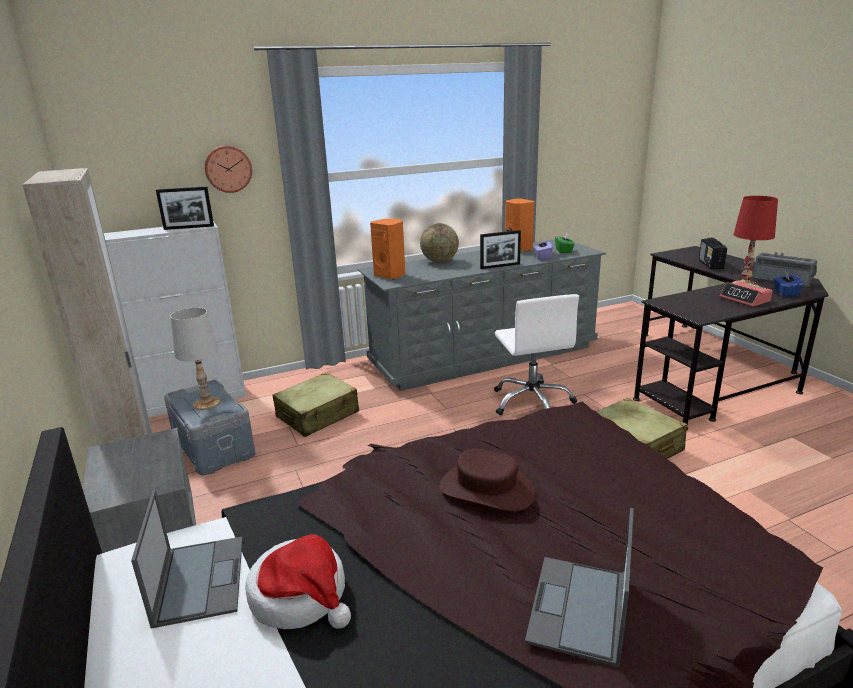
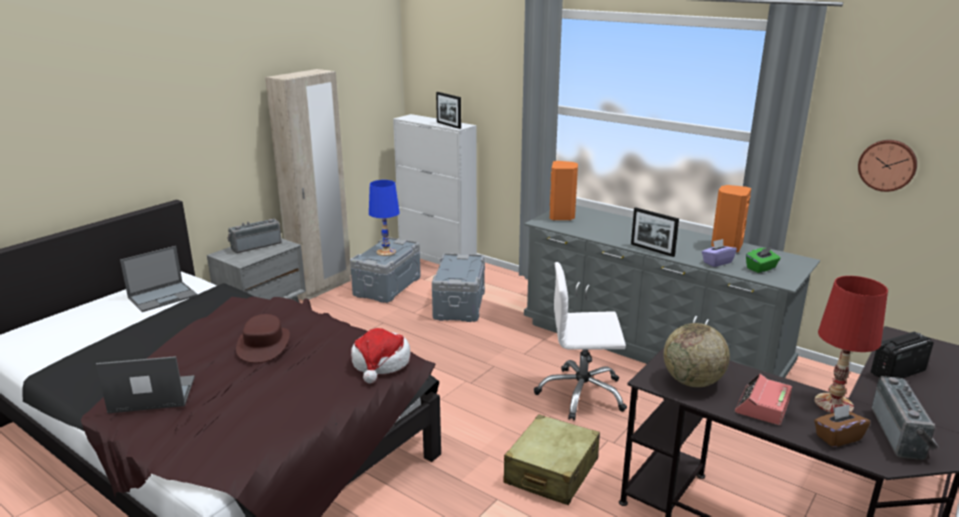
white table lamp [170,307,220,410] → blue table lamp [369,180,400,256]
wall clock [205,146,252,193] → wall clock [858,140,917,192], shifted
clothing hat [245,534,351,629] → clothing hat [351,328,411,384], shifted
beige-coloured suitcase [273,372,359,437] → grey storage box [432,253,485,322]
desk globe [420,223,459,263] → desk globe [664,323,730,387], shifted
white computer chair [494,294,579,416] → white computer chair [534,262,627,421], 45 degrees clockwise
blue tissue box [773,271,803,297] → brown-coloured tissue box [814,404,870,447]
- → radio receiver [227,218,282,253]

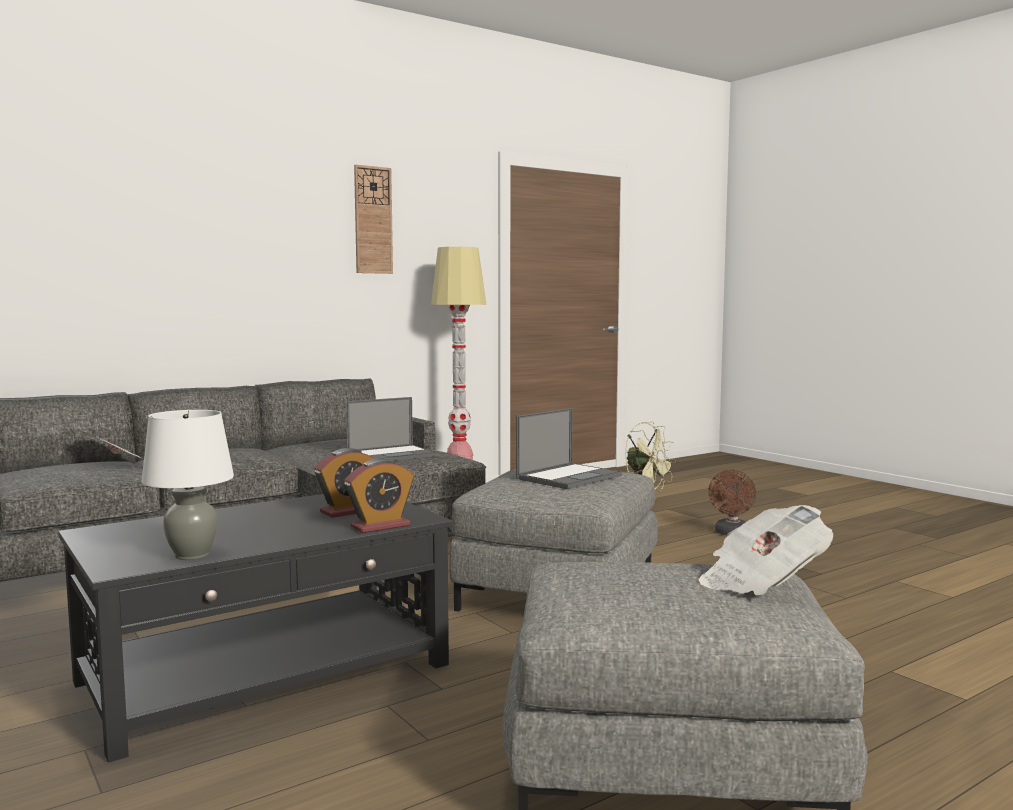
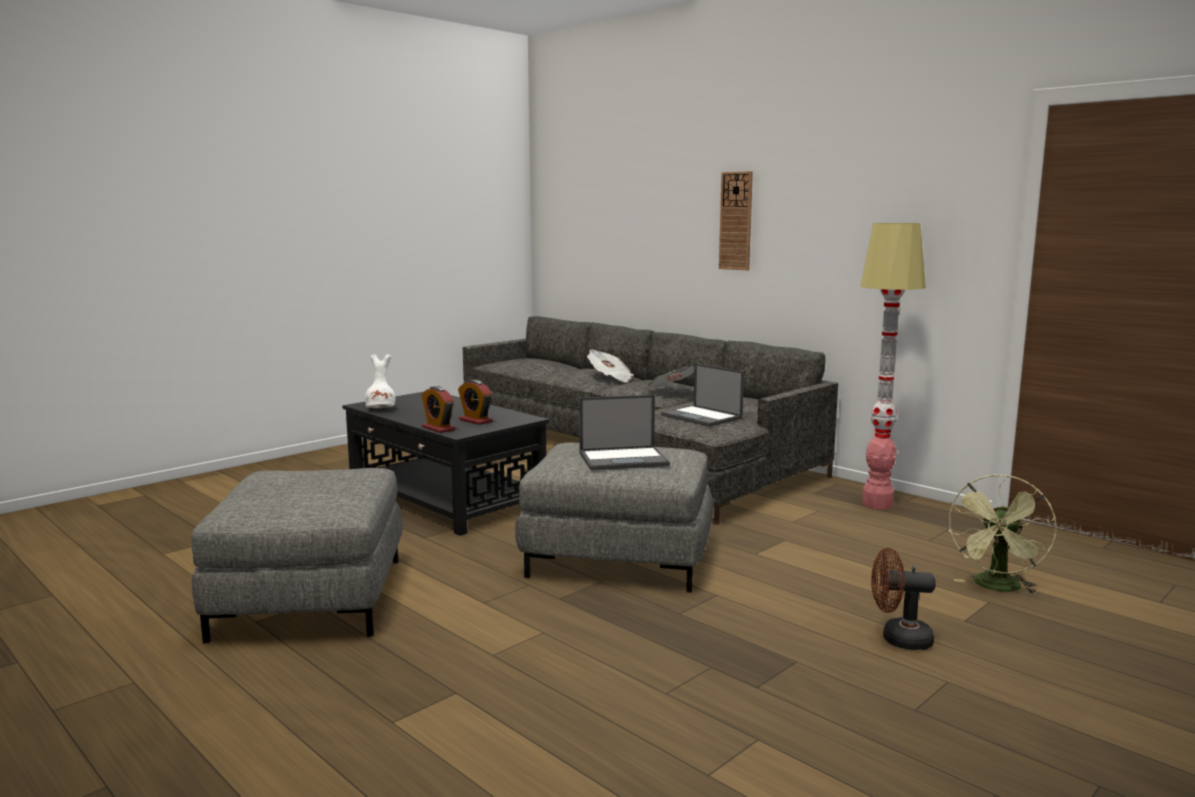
white table lamp [141,410,234,560] → white flower vase [365,354,396,408]
wall clock [354,165,393,274] → wall clock [719,171,753,271], shifted
notebook computer [516,408,622,489] → notebook computer [579,395,670,470], 45 degrees counterclockwise
daily paper [699,505,833,595] → daily paper [646,365,694,388], shifted

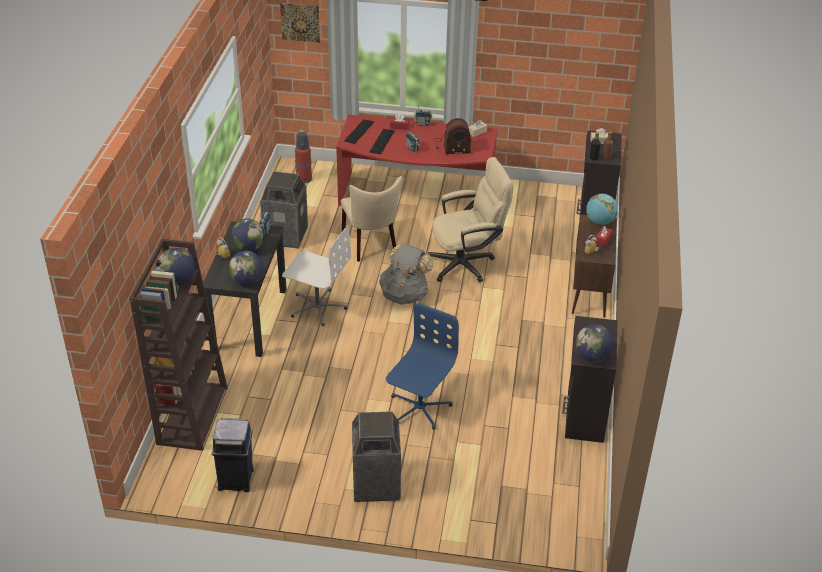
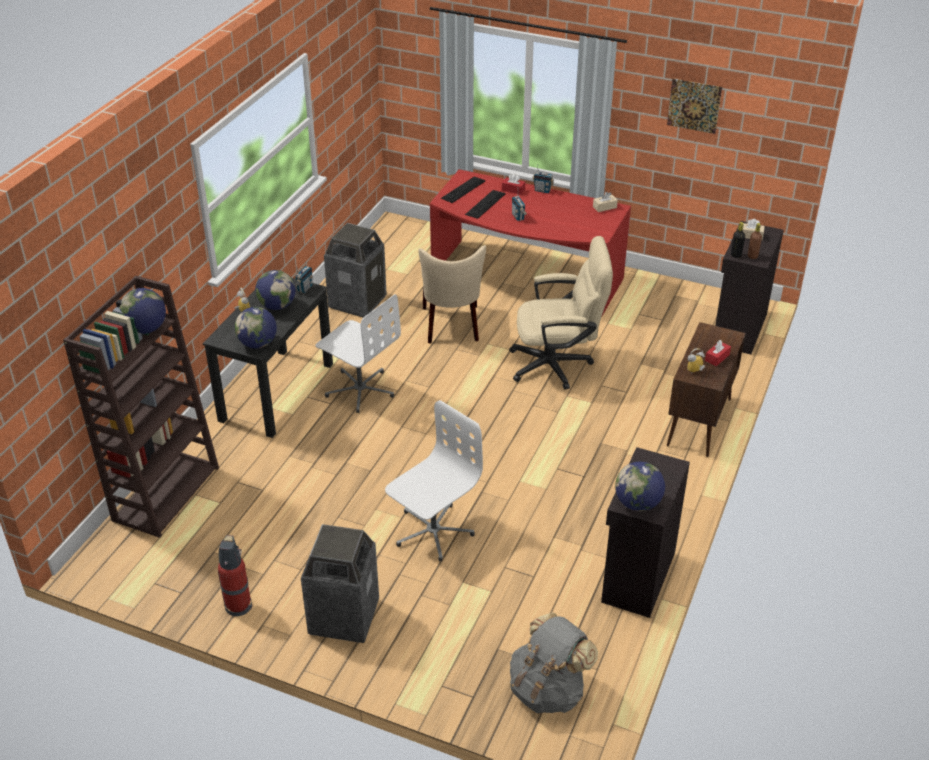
blue rubbish bin [212,418,254,492] → -
wall picture [280,3,320,43] → wall picture [667,78,722,134], shifted
extinguisher [295,130,313,183] → extinguisher [218,535,253,616], shifted
grey backpack [379,244,434,305] → grey backpack [510,612,598,714], shifted
blue computer chair [386,303,459,430] → white computer chair [385,400,483,562]
radio receiver [433,118,471,154] → -
desk globe [586,194,618,225] → -

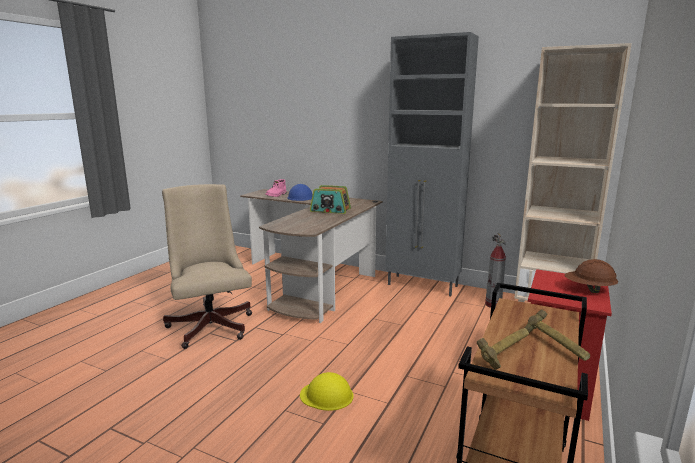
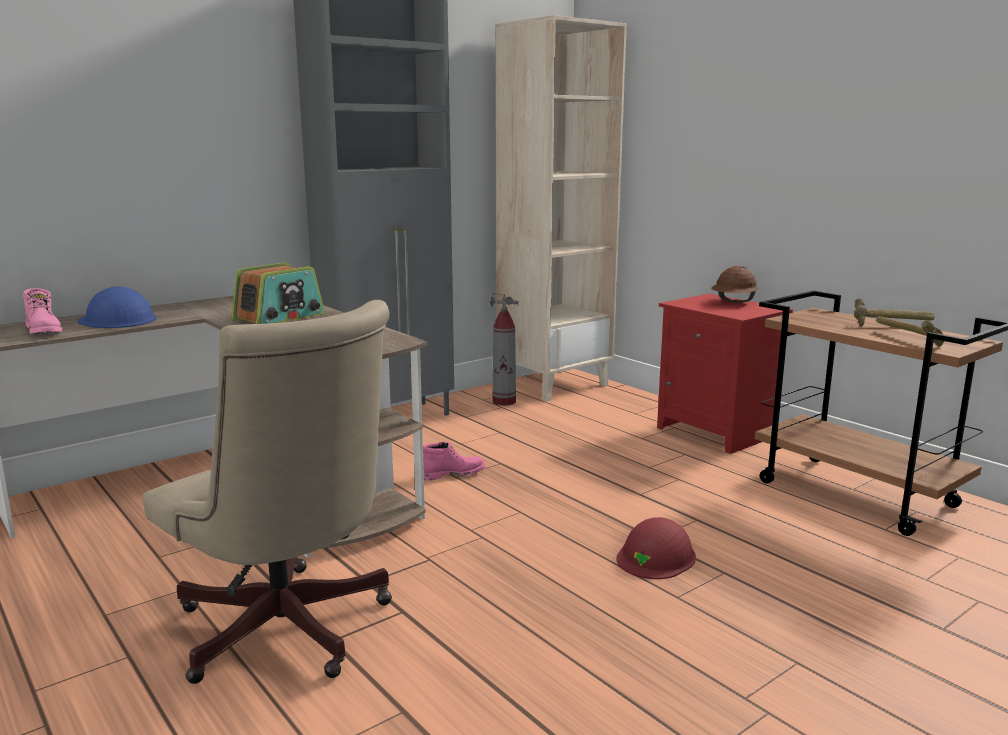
beige-coloured computer chair [162,184,252,349] → beige-coloured computer chair [142,300,392,684], 135 degrees counterclockwise
yellow hard hat [300,372,354,411] → red hard hat [616,517,696,579]
- → pinkish tall boot [423,442,486,480]

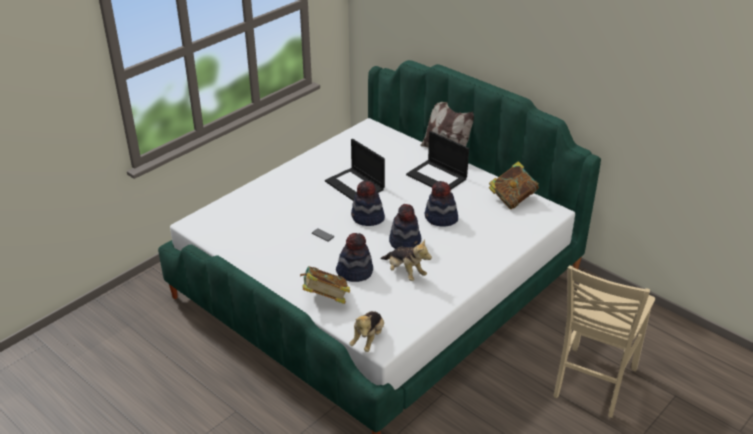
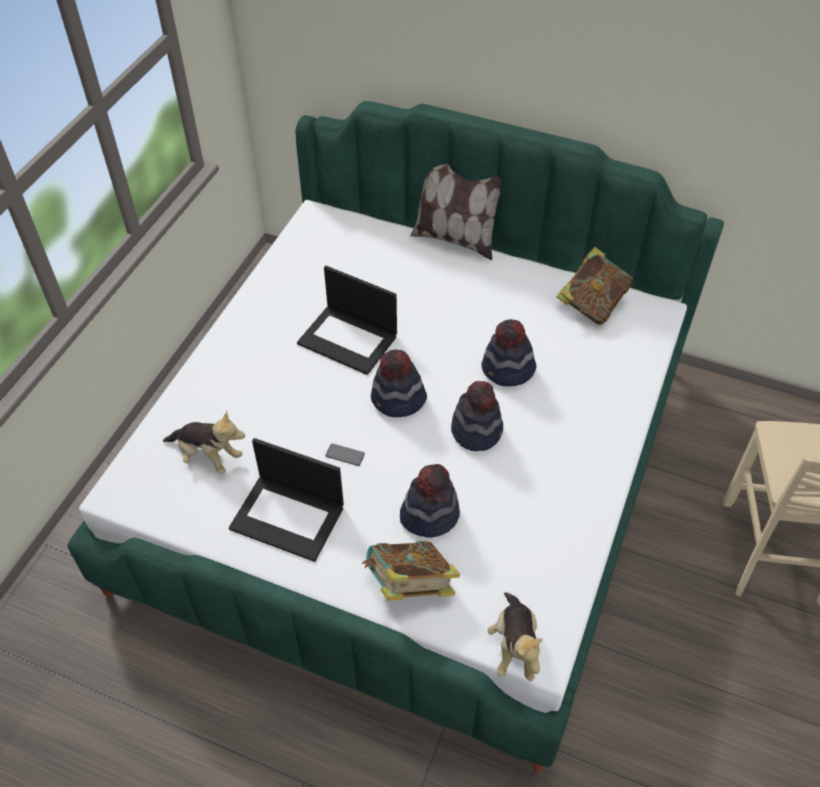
plush toy [380,240,432,281] → plush toy [163,411,245,474], shifted
notebook computer [406,131,469,190] → notebook computer [229,438,344,562], shifted

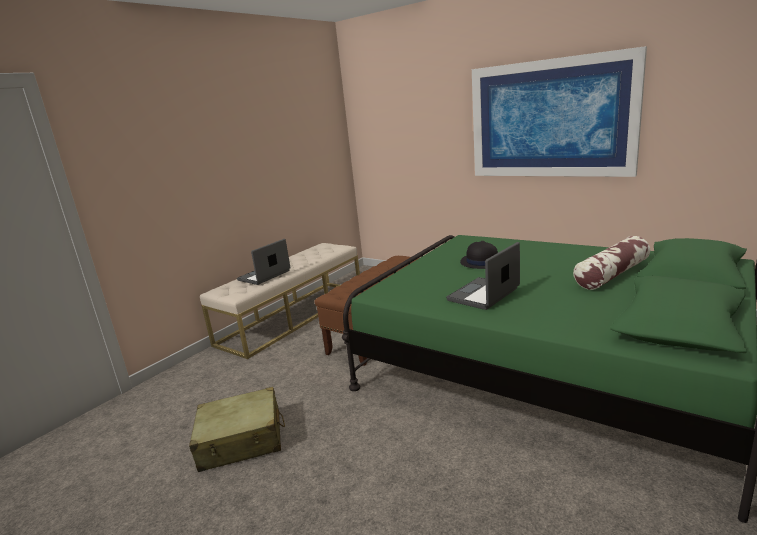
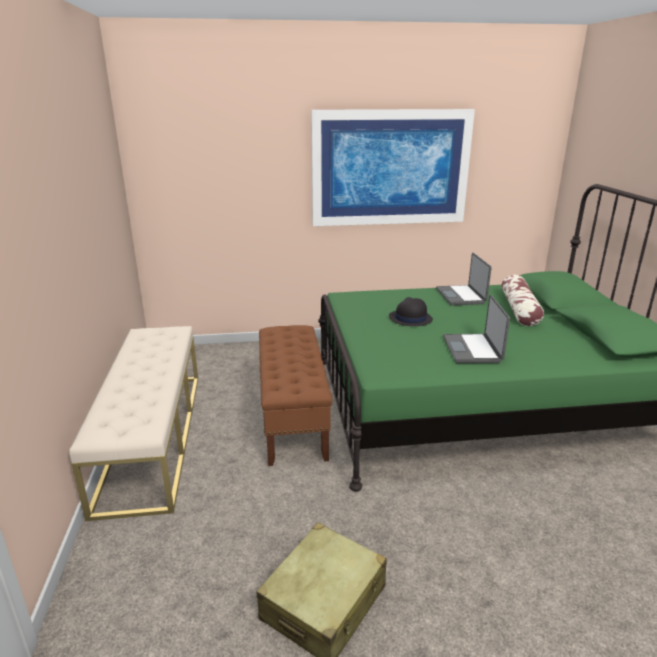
notebook computer [237,239,290,285] → notebook computer [436,253,492,306], shifted

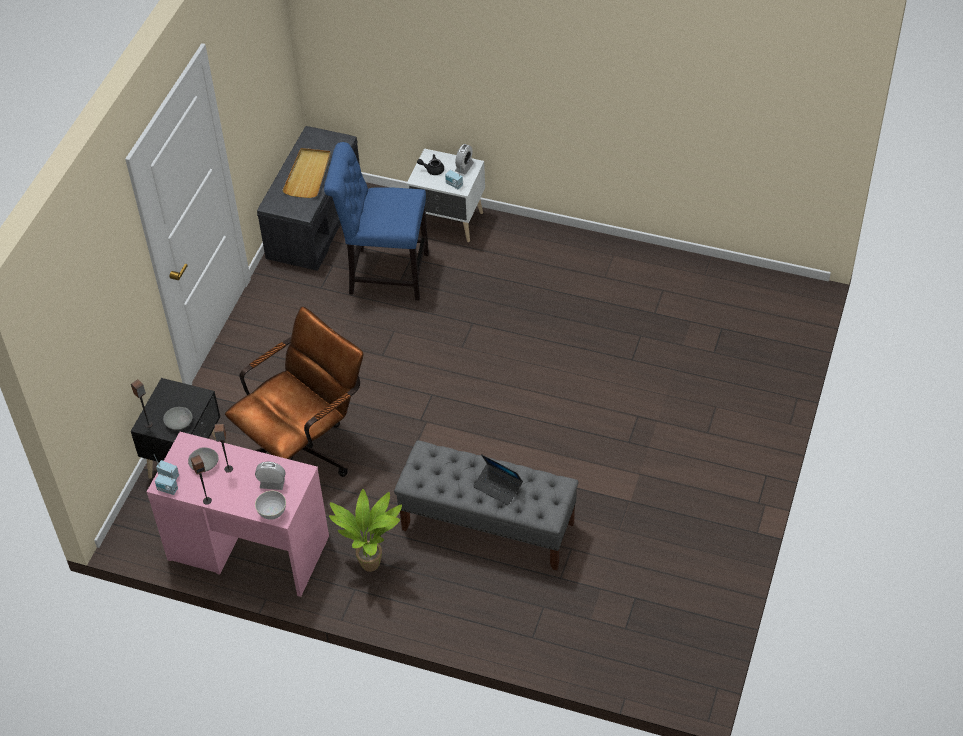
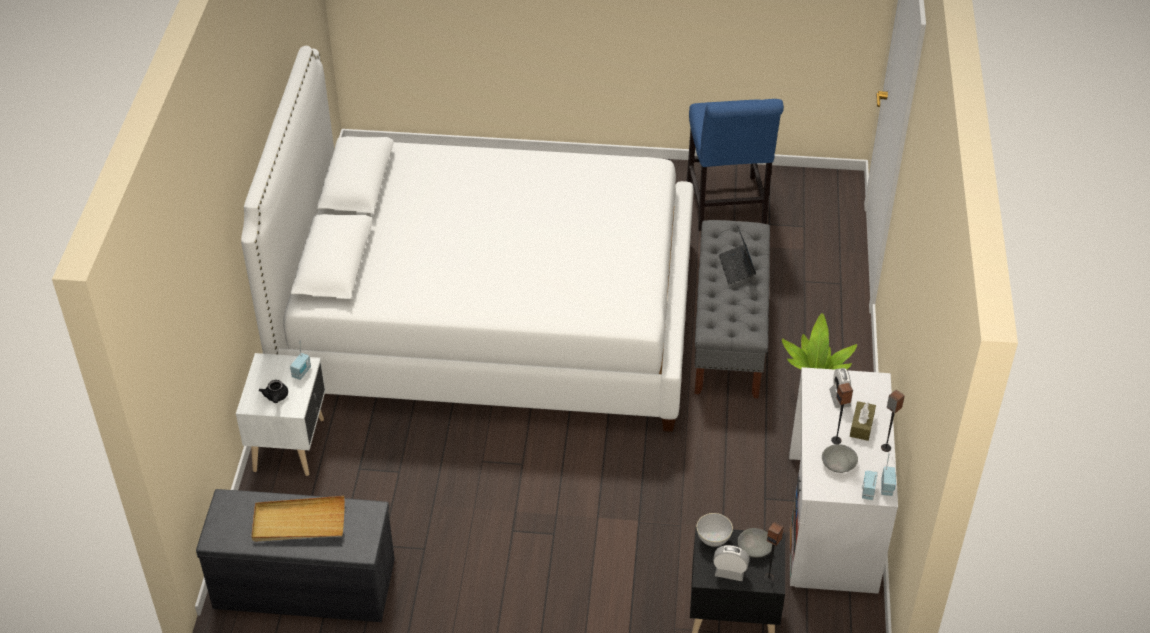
pinkish desk [147,432,329,597] → white desk [789,367,898,594]
brown-coloured computer chair [225,307,363,477] → -
grey serving bowl [255,491,286,520] → grey serving bowl [697,513,733,547], shifted
blue upright chair [324,142,429,300] → blue upright chair [687,99,784,231], shifted
bedside clock [455,144,474,174] → bedside clock [713,545,749,581], shifted
notebook computer [473,454,523,506] → notebook computer [719,226,756,284], 150 degrees clockwise
- → white bedroom bed [241,46,693,432]
- → brown-coloured tissue box [850,401,876,441]

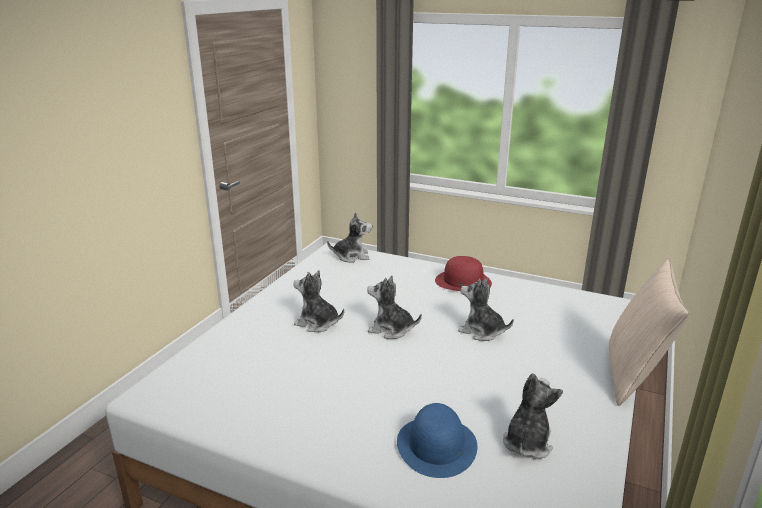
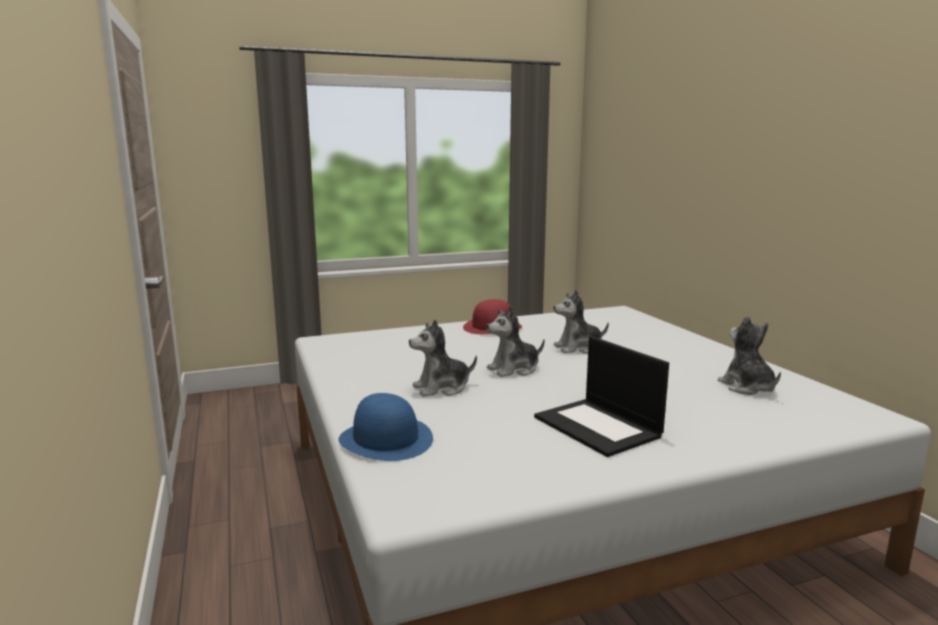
plush toy [327,212,372,263] → -
blue clothing hat [397,403,477,478] → blue clothing hat [338,393,433,461], shifted
beige-coloured pillow [609,259,689,406] → -
- → notebook computer [534,336,669,457]

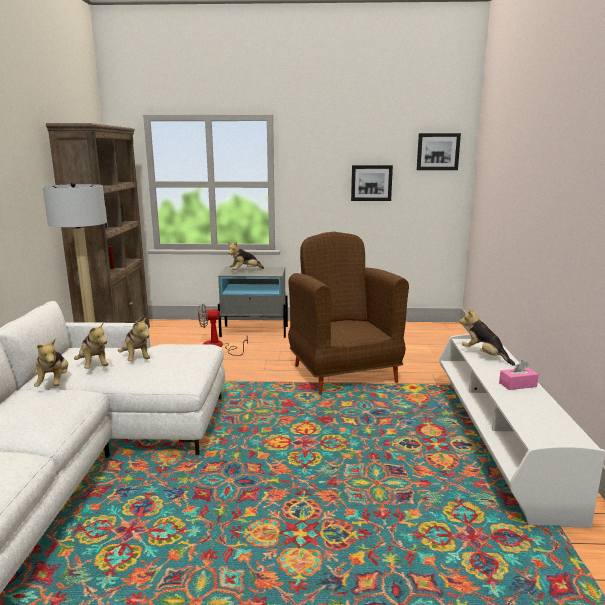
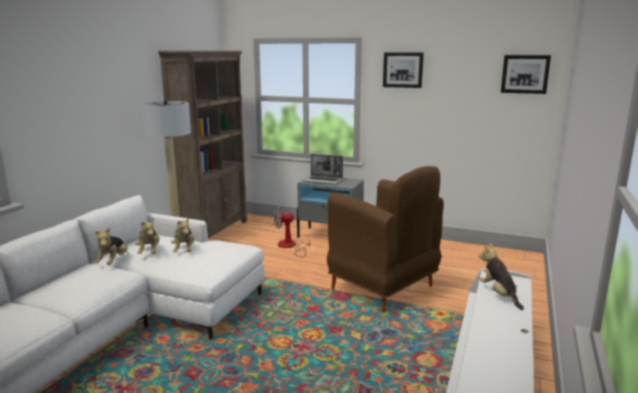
plush toy [228,242,264,270] → notebook computer [303,154,343,185]
brown-coloured easy chair [288,232,409,394] → brown-coloured easy chair [327,166,444,313], 135 degrees clockwise
wall picture [351,165,393,201] → wall picture [383,52,424,88], shifted
pinkish tissue box [499,360,539,390] → -

